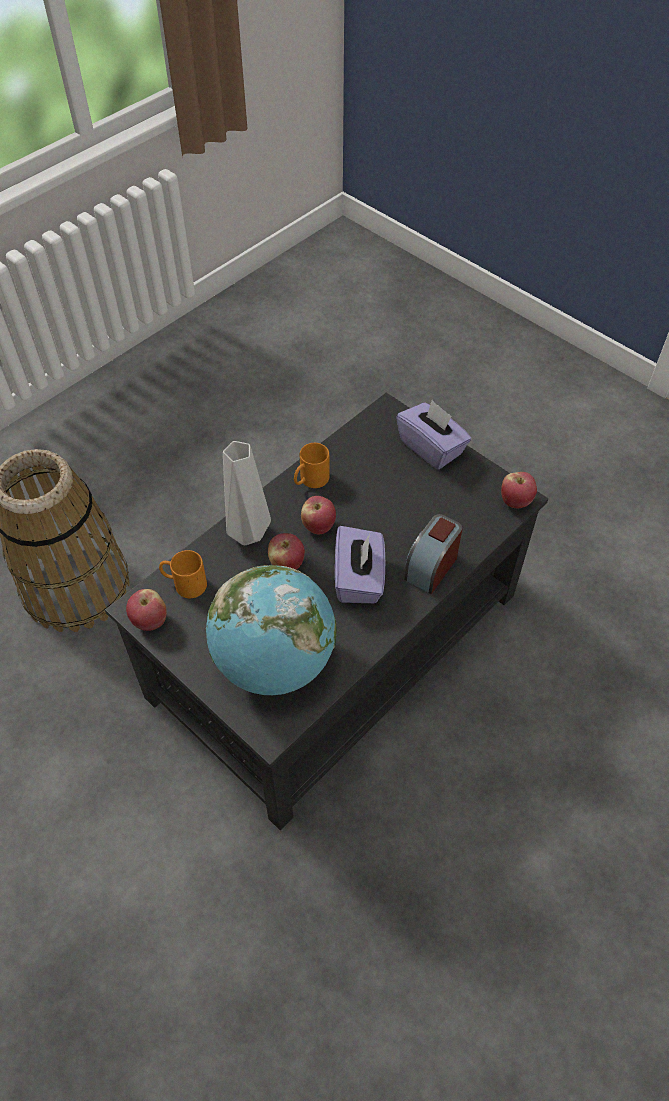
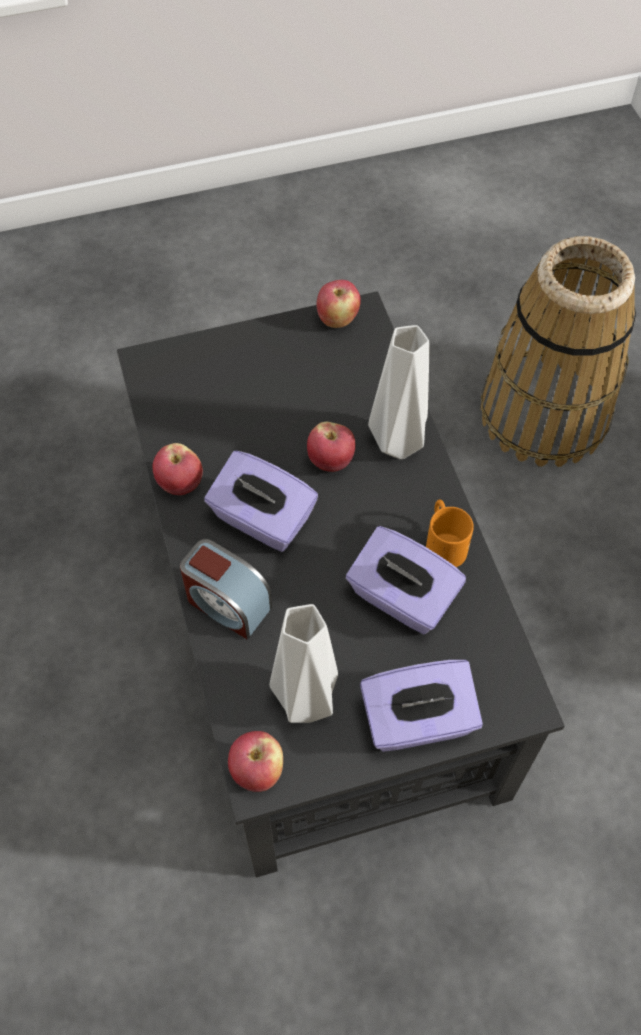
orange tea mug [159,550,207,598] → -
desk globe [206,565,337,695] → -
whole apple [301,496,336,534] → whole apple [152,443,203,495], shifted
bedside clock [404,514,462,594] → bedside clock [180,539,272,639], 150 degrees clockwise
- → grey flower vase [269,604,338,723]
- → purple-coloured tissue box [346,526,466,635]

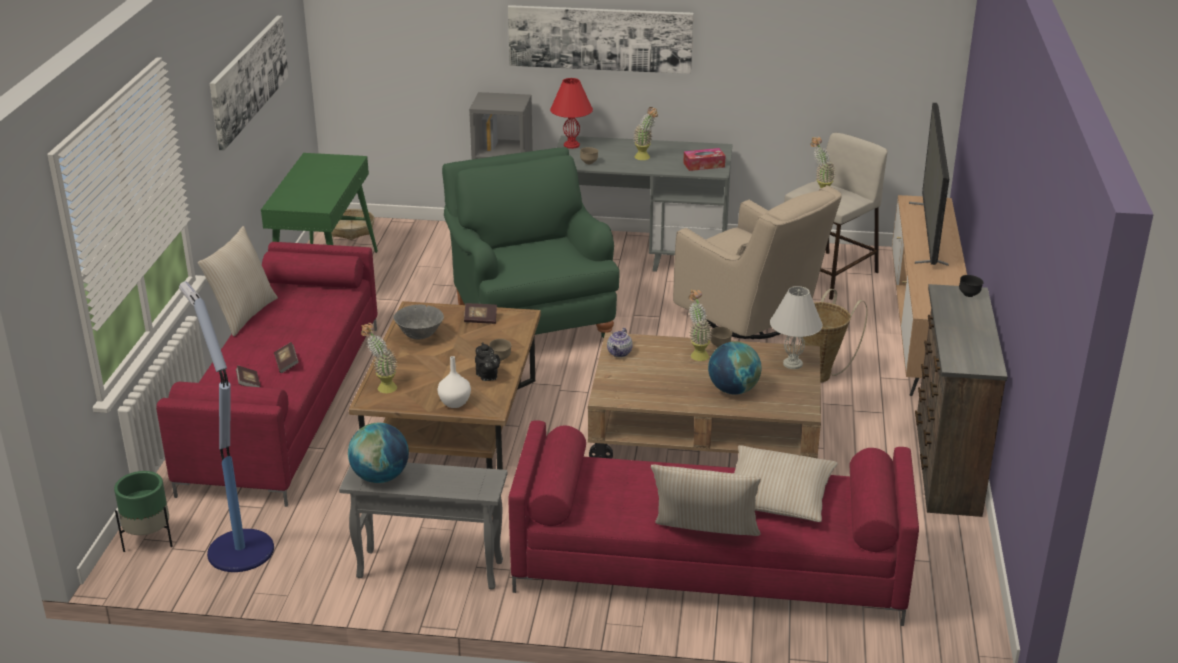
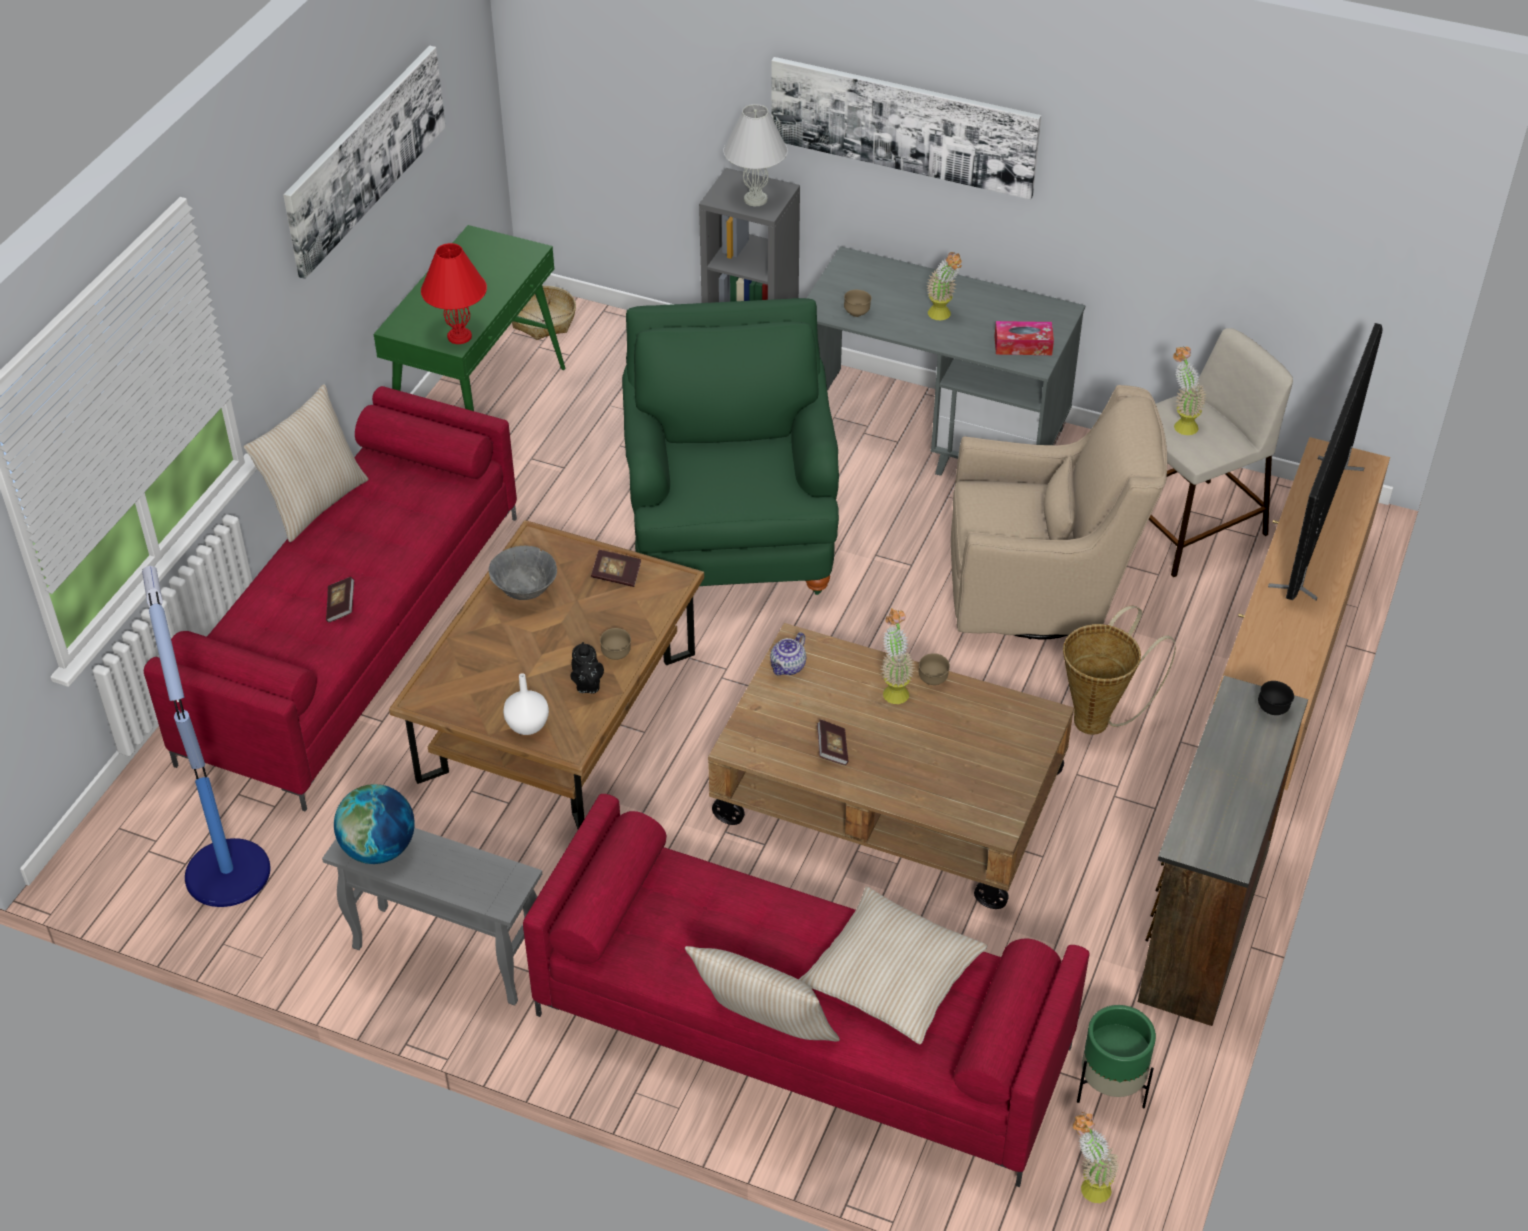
greenish plant pot [114,471,173,552] → greenish plant pot [1077,1005,1156,1108], shifted
book [236,365,260,387] → book [817,719,849,765], shifted
plant in a pot [361,323,397,393] → plant in a pot [1073,1112,1120,1203], shifted
red table lamp [550,78,593,149] → red table lamp [421,243,487,344], shifted
beige-coloured easy chair [673,185,842,339] → beige-coloured easy chair [951,385,1167,640], 60 degrees counterclockwise
desk globe [708,341,762,394] → -
white table lamp [770,286,823,369] → white table lamp [723,104,788,206], shifted

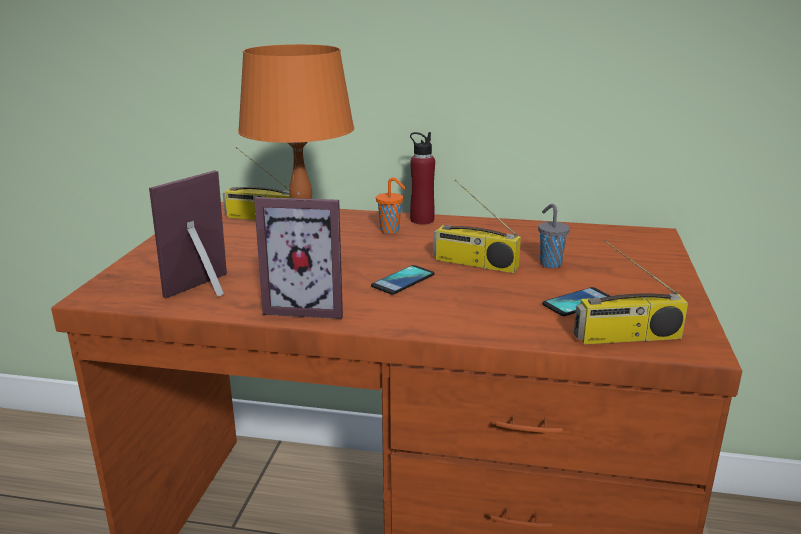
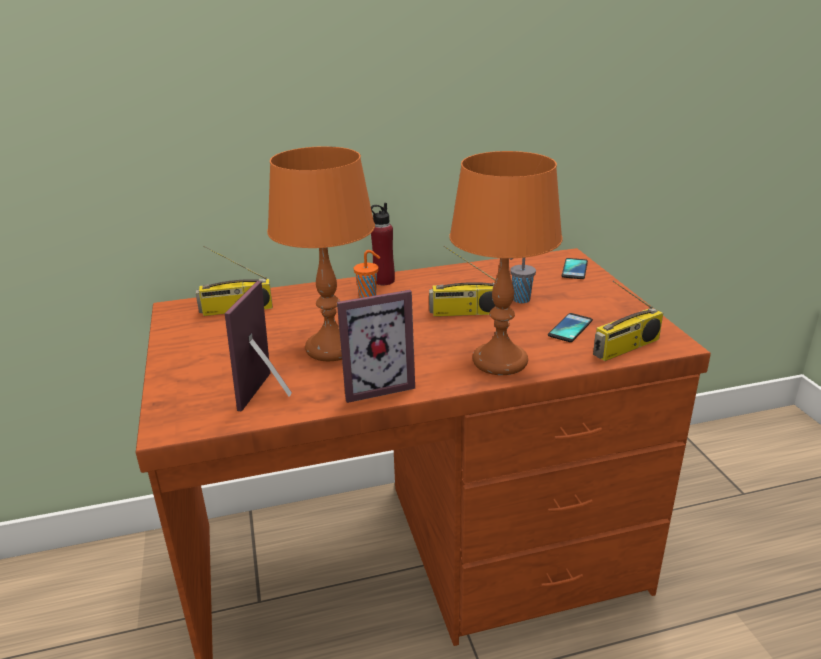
telephone [371,265,435,295] → telephone [562,258,588,279], shifted
- → orange table lamp [449,151,562,375]

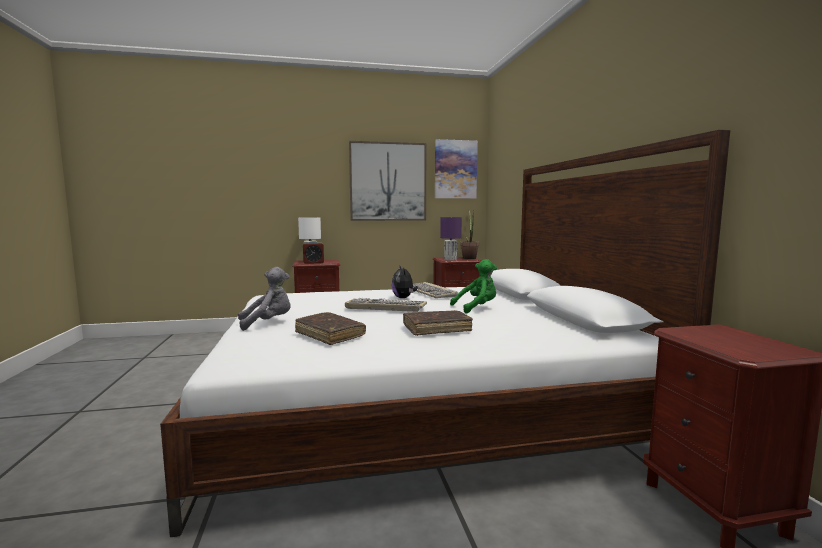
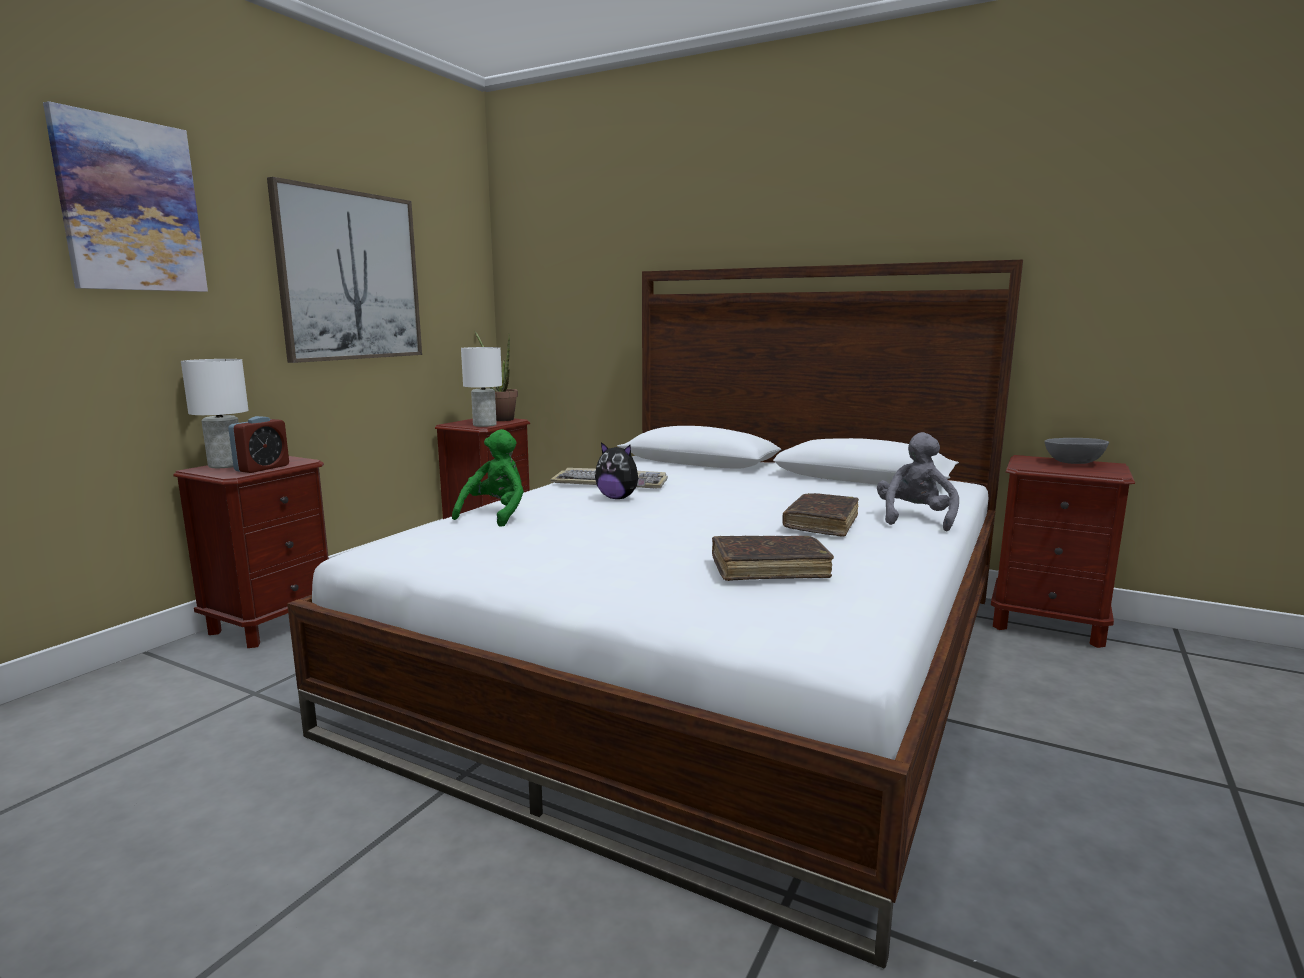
grey plush toy [238,267,291,331] → grey plush toy [877,432,959,532], shifted
keyboard [345,298,427,312] → -
wall picture [435,139,478,199] → wall picture [43,101,208,292], shifted
purple-coloured table lamp [440,217,462,260] → white table lamp [461,347,502,427]
greenish plush toy [450,259,497,314] → greenish plush toy [452,429,524,526], shifted
- → grey serving bowl [1044,438,1109,464]

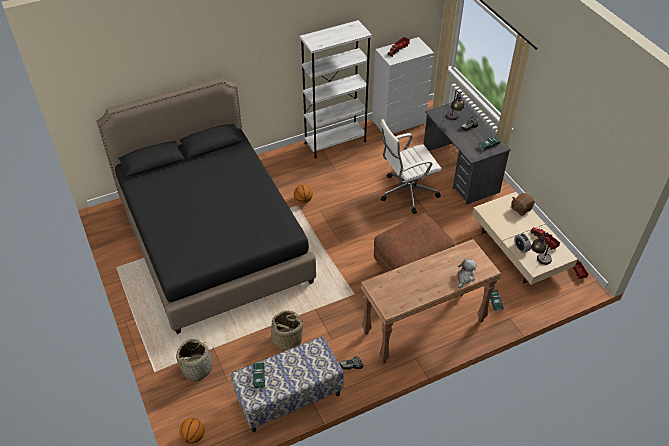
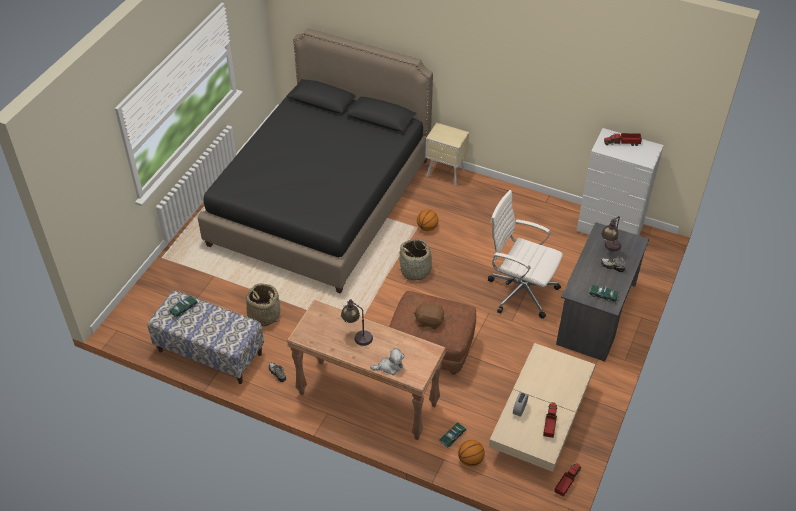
basket [176,339,213,381] → basket [397,239,436,280], shifted
ball for basketball [179,418,204,444] → ball for basketball [458,440,485,467], shifted
white bookshelf [299,20,372,158] → -
brown-coloured plush toy [511,193,535,216] → brown-coloured plush toy [414,300,444,329], shifted
table lamp [531,234,552,265] → table lamp [341,299,373,346], shifted
- → beige-coloured nightstand [425,123,469,186]

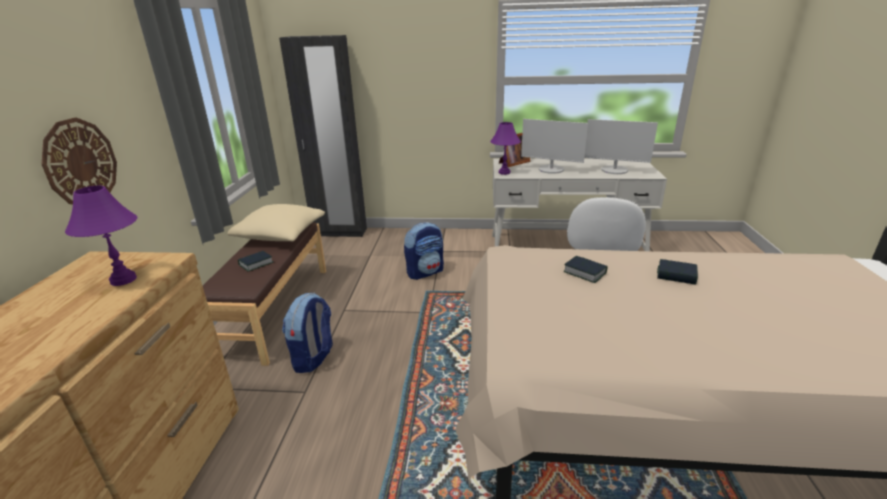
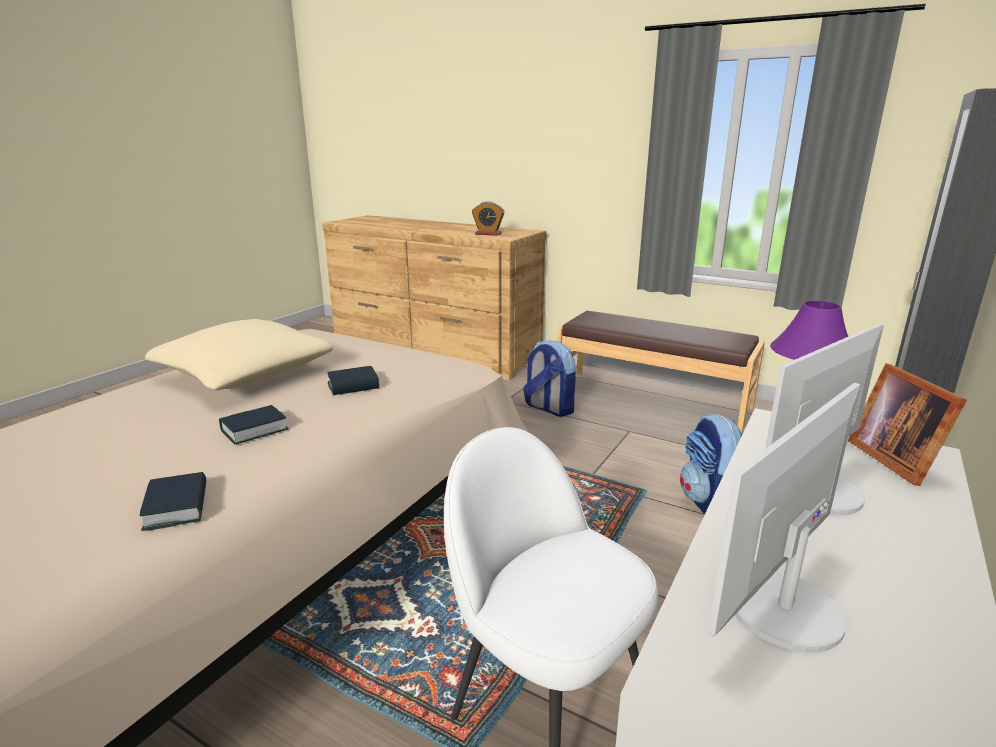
wall clock [41,117,117,205] → -
purple-coloured table lamp [65,186,137,286] → bedside clock [472,201,505,236]
beige-coloured pillow [227,204,325,242] → beige-coloured pillow [145,319,333,390], shifted
book [238,251,273,272] → book [140,472,206,531], shifted

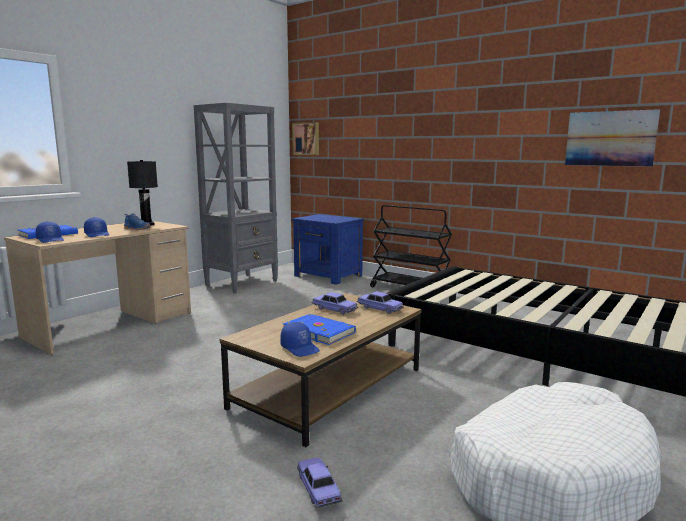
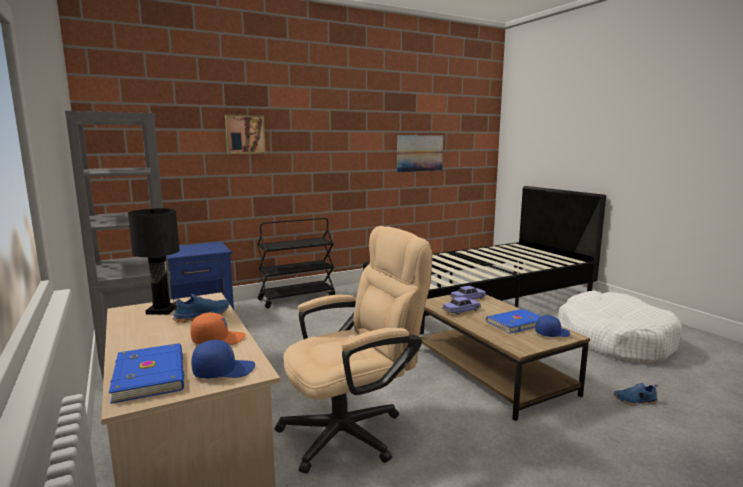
blue baseball cap [84,217,109,237] → orange baseball cap [190,312,246,345]
wall picture [292,122,319,155] → wall picture [225,115,266,154], shifted
model car [297,458,343,508] → blue shoe [614,382,658,406]
- → beige-coloured computer chair [275,226,432,474]

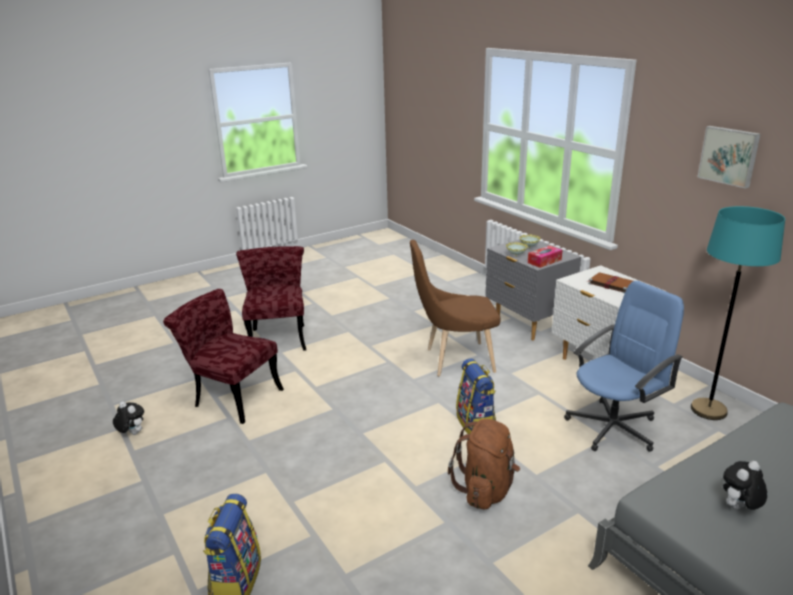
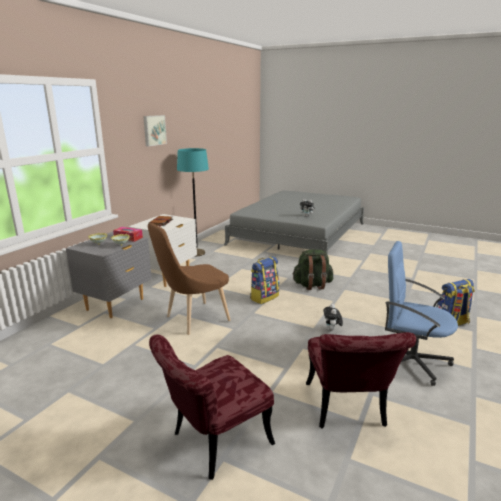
plush toy [113,401,144,435] → plush toy [323,304,343,331], shifted
brown-coloured upright chair [410,240,501,376] → brown-coloured upright chair [148,223,231,335], 90 degrees clockwise
brown-coloured backpack [448,419,520,509] → greenish backpack [292,249,333,290]
blue computer chair [564,281,684,452] → blue computer chair [385,241,458,386], shifted

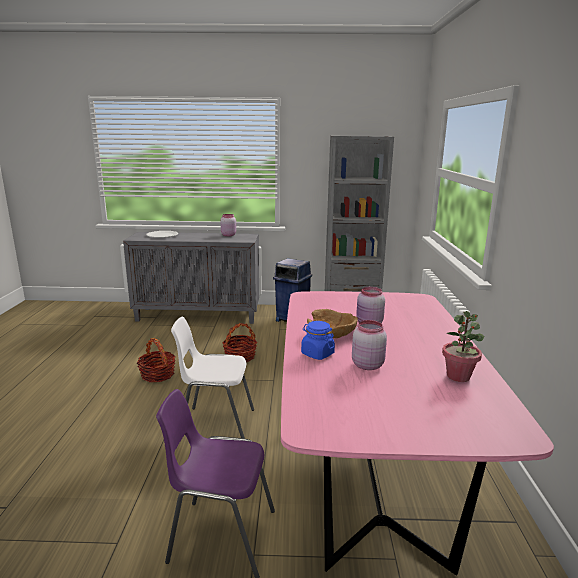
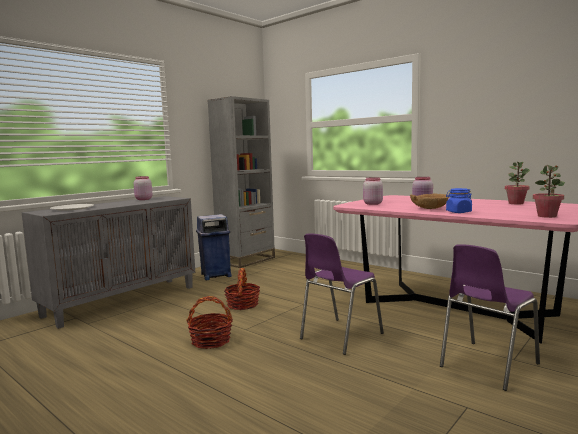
white upright chair [171,317,254,439] → purple-coloured upright chair [300,233,384,355]
pinkish jar [352,320,387,370] → pinkish jar [363,177,383,205], shifted
- → plant in a pot [533,165,565,218]

